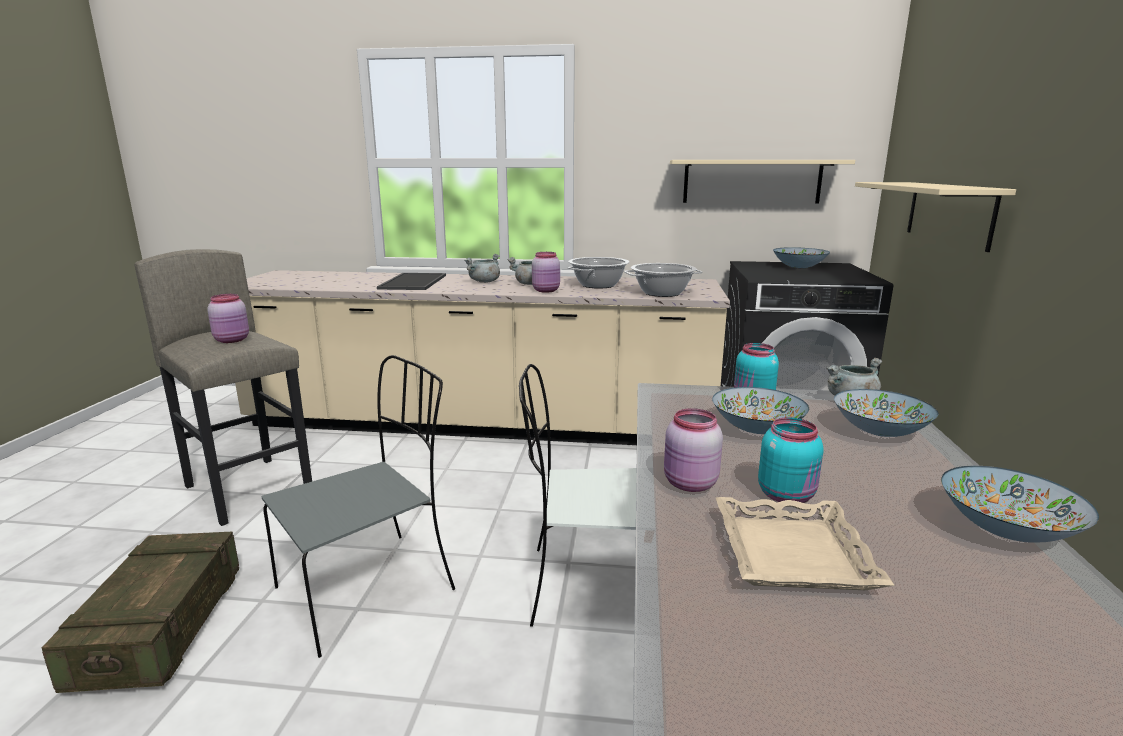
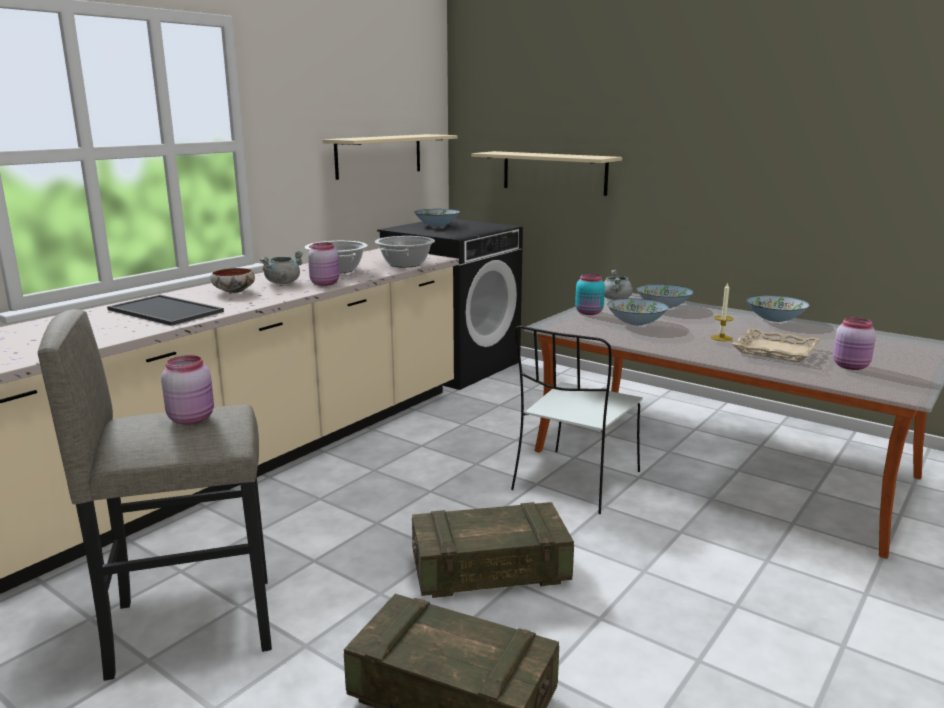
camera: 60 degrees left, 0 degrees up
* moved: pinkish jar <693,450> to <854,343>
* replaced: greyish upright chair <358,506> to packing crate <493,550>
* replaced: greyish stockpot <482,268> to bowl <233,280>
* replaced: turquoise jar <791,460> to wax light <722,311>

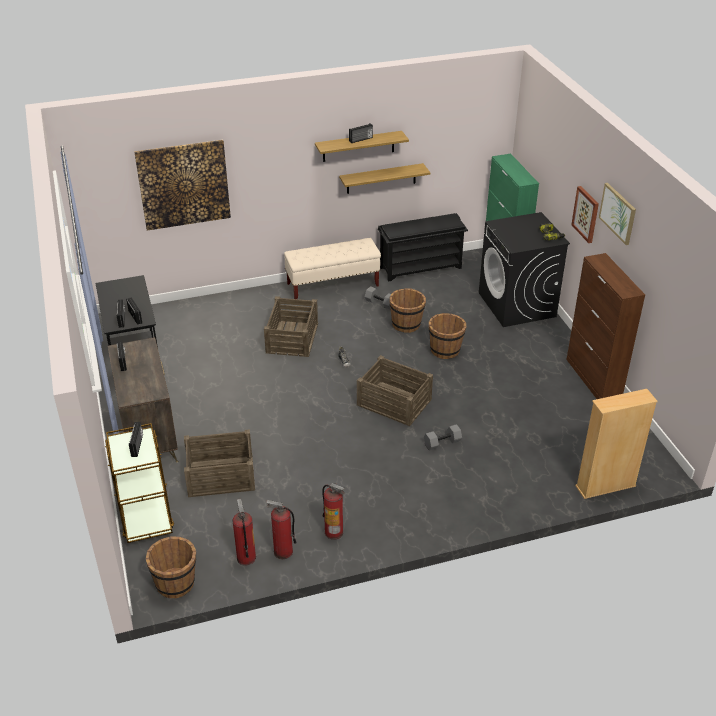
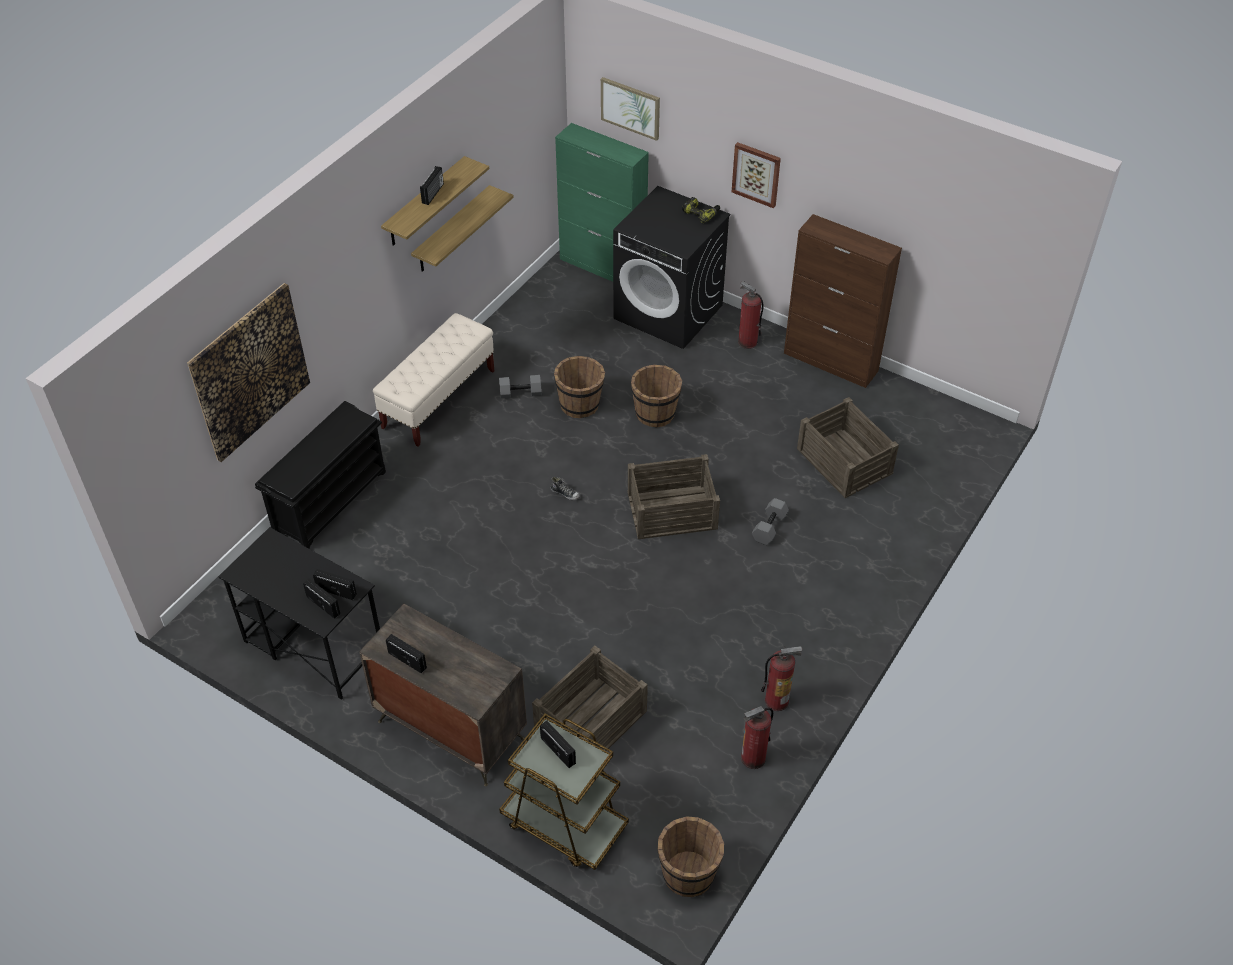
camera: 40 degrees left, 10 degrees up
* removed: beige-coloured bookcase <616,444>
* moved: fire extinguisher <244,532> to <751,315>
* moved: packing crate <291,326> to <848,447>
* moved: black-coloured shoe rack <423,247> to <320,475>
* moved: wall picture <617,214> to <630,109>

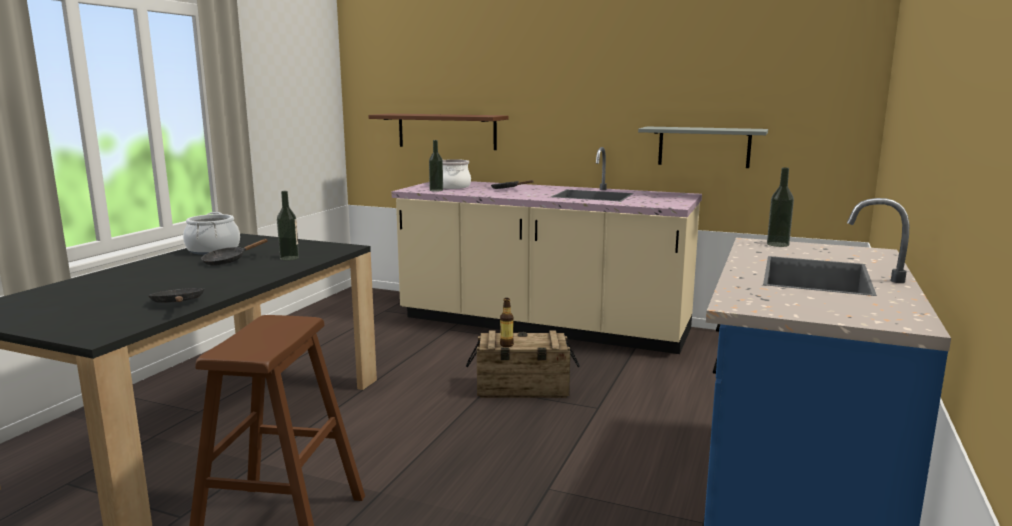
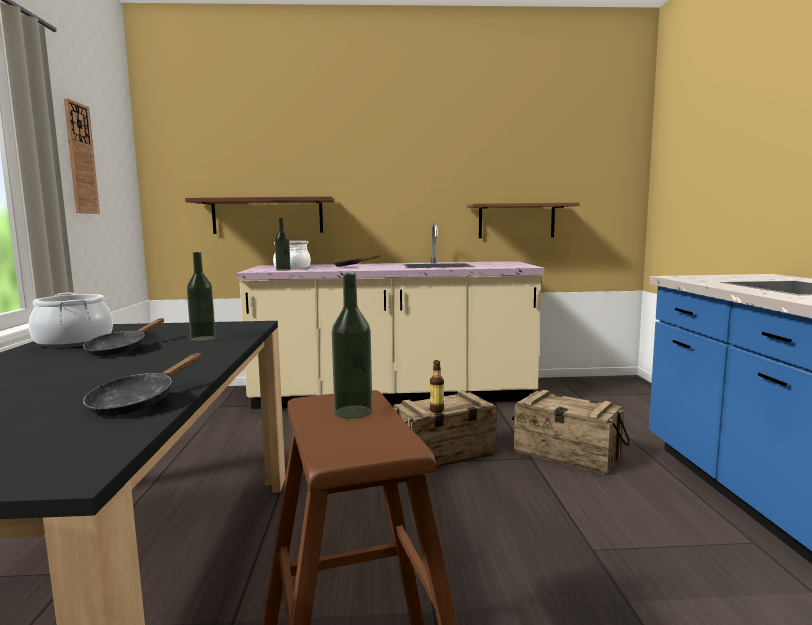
camera: 25 degrees left, 5 degrees down
* added: hanging clock <82,156>
* added: packing crate <571,432>
* moved: bottle <780,207> to <352,346>
* recoloured: greyish wall shelf <703,147> to brown wall shelf <523,220>
* turned: black-coloured pan <176,295> = <142,384> 105 degrees counterclockwise

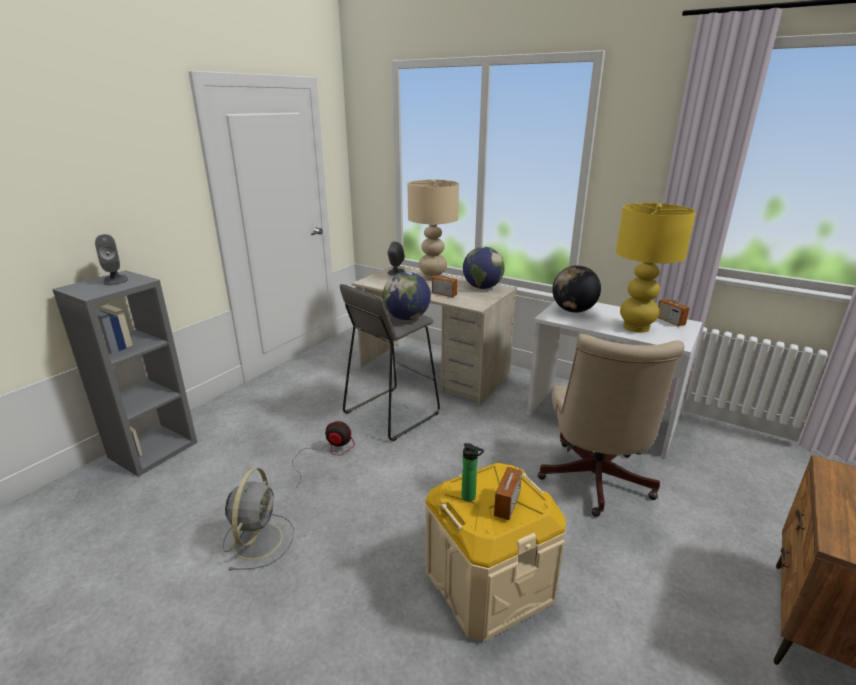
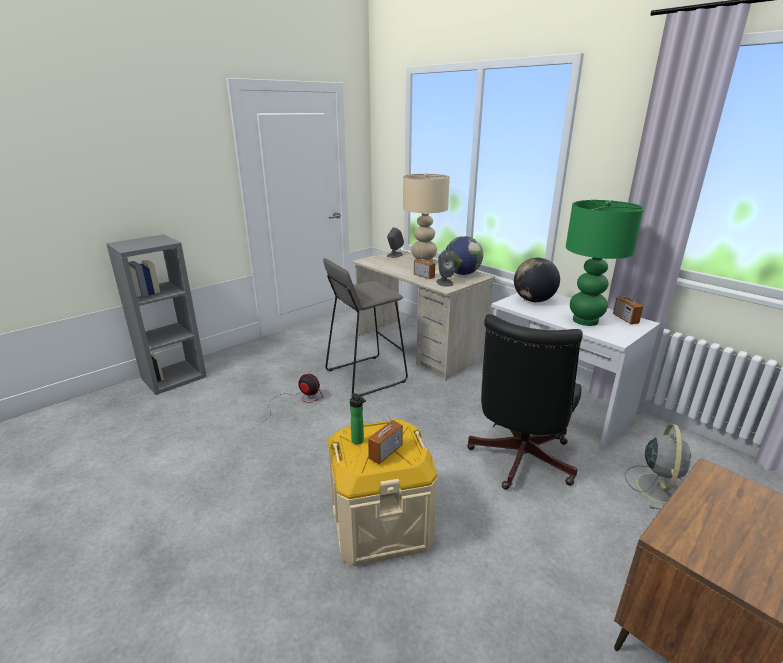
camera: 15 degrees right, 0 degrees up
* removed: globe <407,296>
* moved: greyish loudspeaker <111,259> to <445,268>
* moved: greyish cooling fan <258,519> to <658,467>
* recoloured: beige-coloured office chair <611,425> to black-coloured office chair <525,402>
* recoloured: yellow-coloured tabletop lamp <656,268> to green tabletop lamp <605,263>

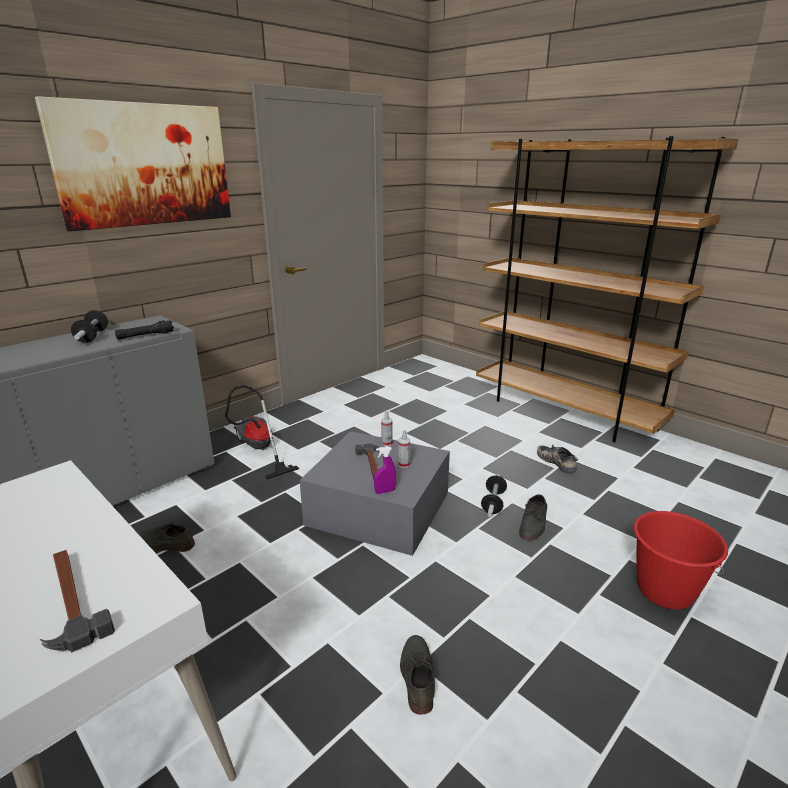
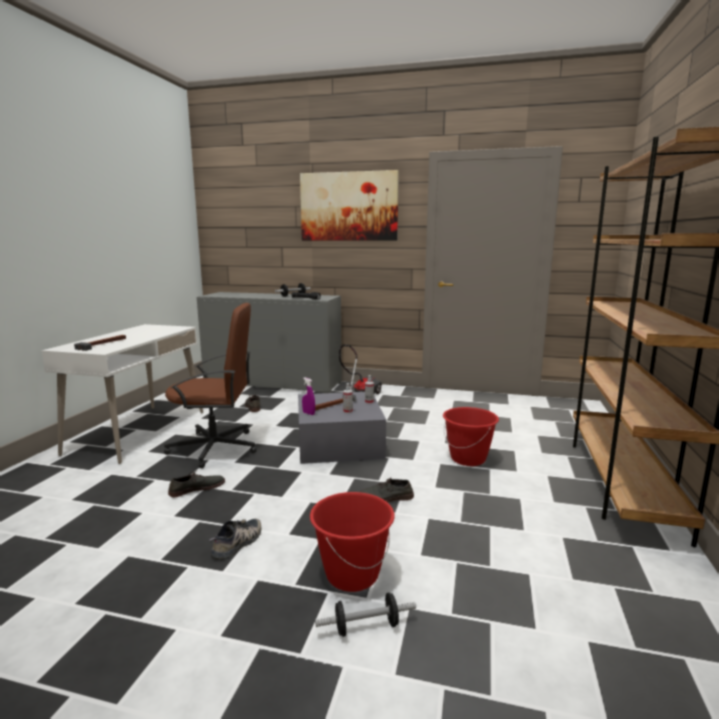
camera: 60 degrees right, 10 degrees down
* added: brown office chair <210,385>
* added: reddish pail <471,436>
* moved: free weight <494,495> to <365,614>
* moved: shoe <557,459> to <235,539>

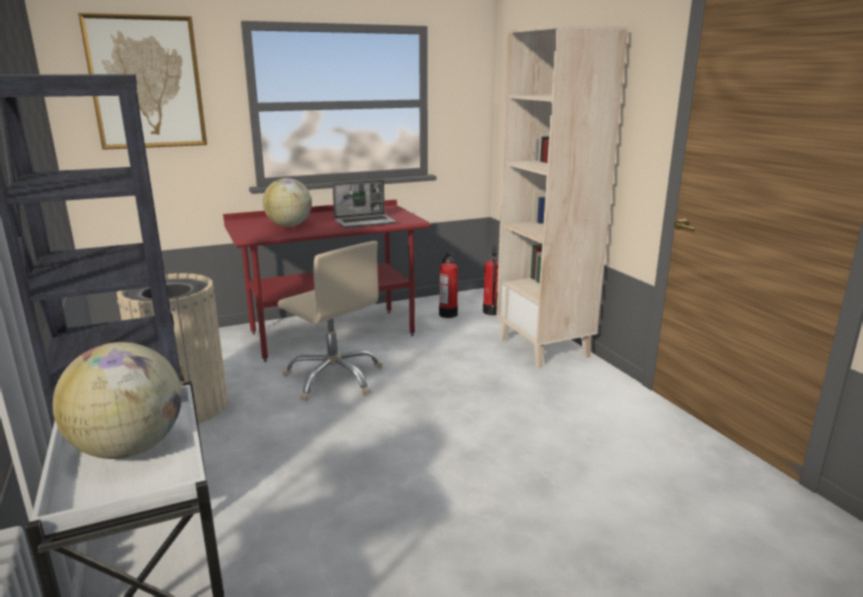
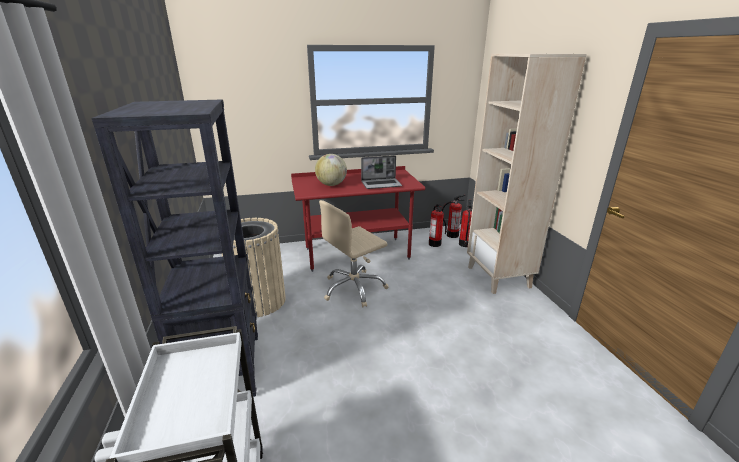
camera: 10 degrees right, 5 degrees up
* removed: globe <117,400>
* removed: wall picture <142,81>
* added: fire extinguisher <453,216>
* turned: beige-coloured office chair <330,321> = <353,253> 90 degrees clockwise

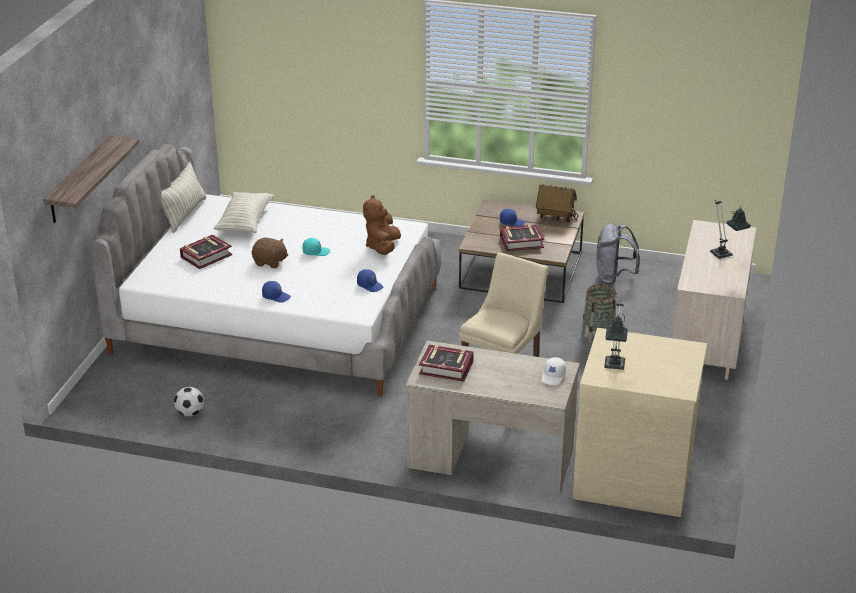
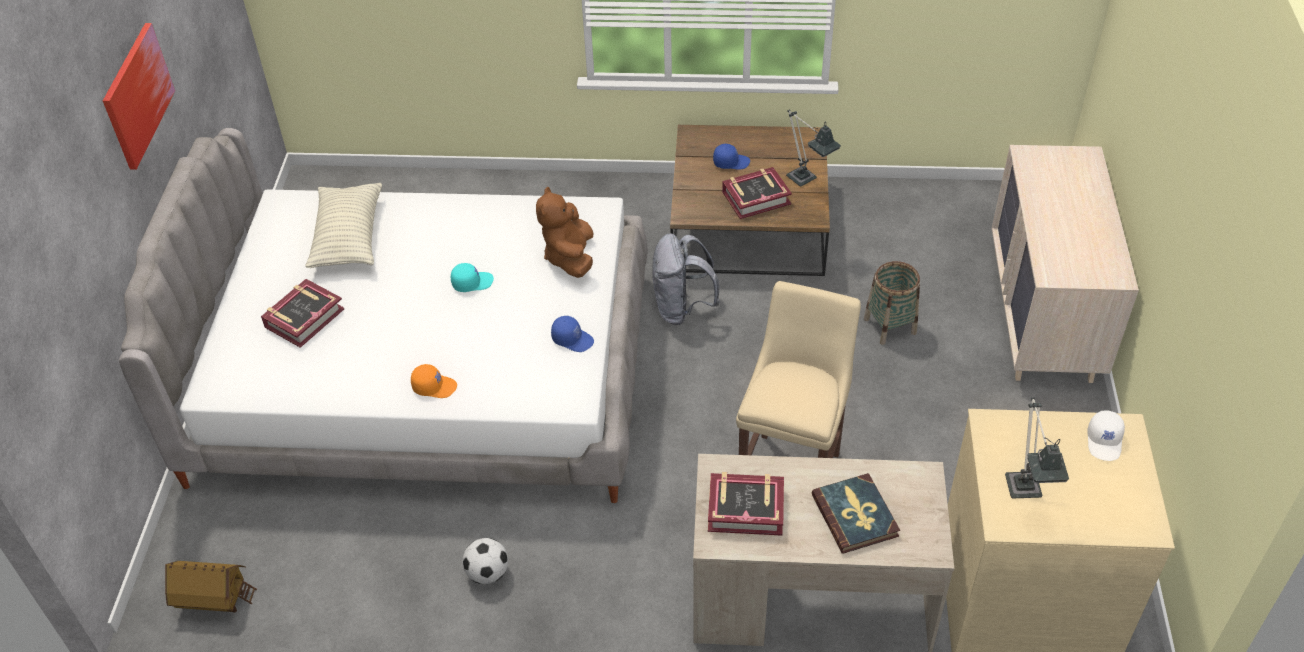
camera: 10 degrees left, 15 degrees up
* removed: wall shelf <91,179>
* removed: pillow <183,197>
* removed: brown soft toy <270,253>
* added: wall picture <139,96>
* added: bound book <856,513>
* moved: ball for football <189,401> to <485,561>
* moved: model house <557,203> to <211,587>
* moved: whitish baseball cap <554,371> to <1106,435>
* moved: greyish knapsack <618,254> to <686,279>
* moved: tabletop lamp <730,229> to <813,148>
* recoloured: bluish baseball cap <276,292> to orange-coloured baseball cap <434,381>

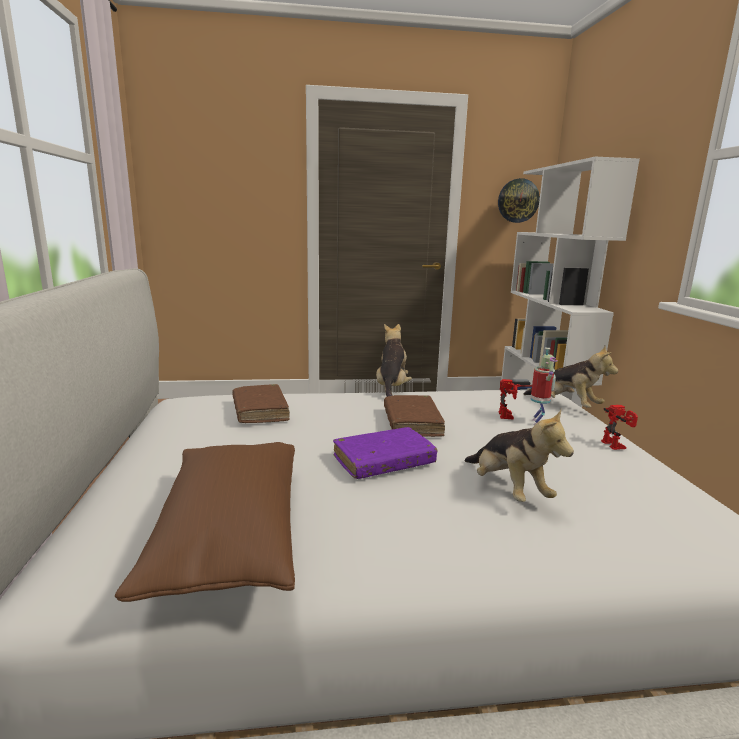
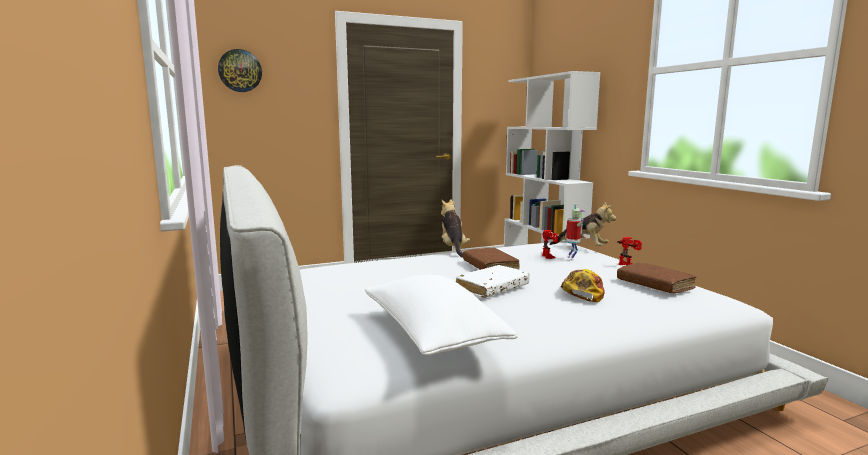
camera: 15 degrees left, 5 degrees down
* moved: brown bound book <261,403> to <656,277>
* moved: hanging clock <519,200> to <240,70>
* replaced: soft toy <519,455> to baseball cap <583,285>
* recoloured: brown pillow <205,522> to whitish pillow <441,315>
* recoloured: purple bound book <385,453> to whitish bound book <492,281>

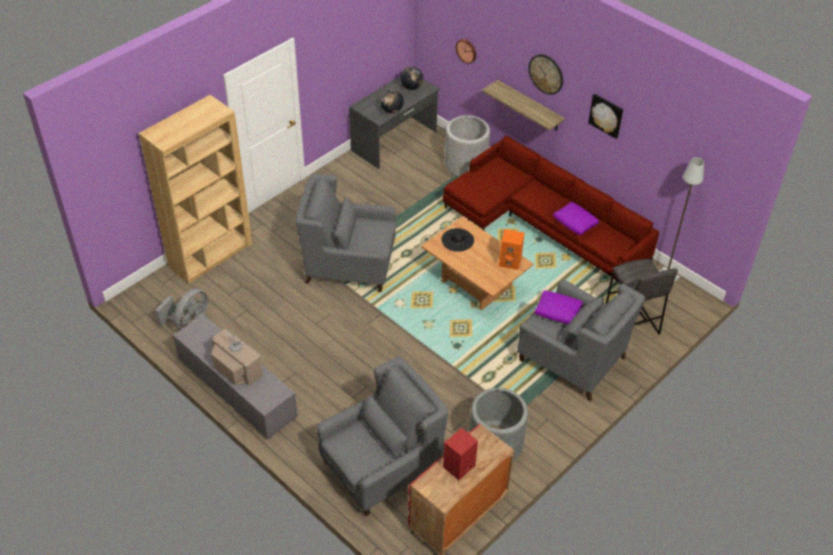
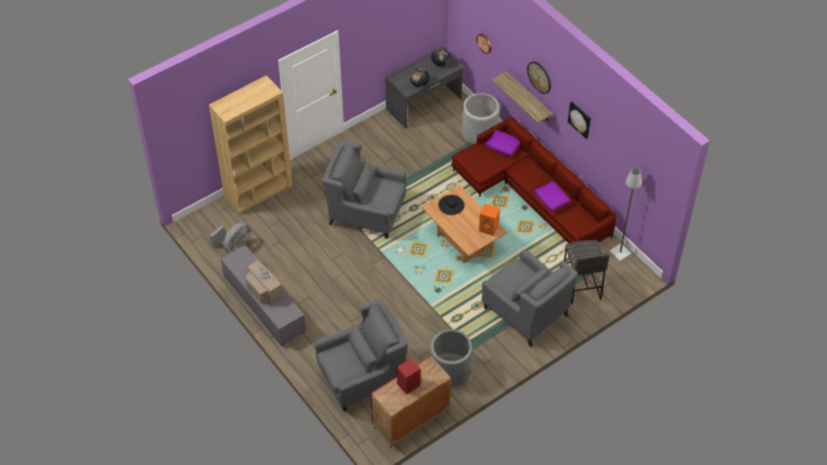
camera: 10 degrees right, 5 degrees up
* moved: purple pillow <558,307> to <502,143>

